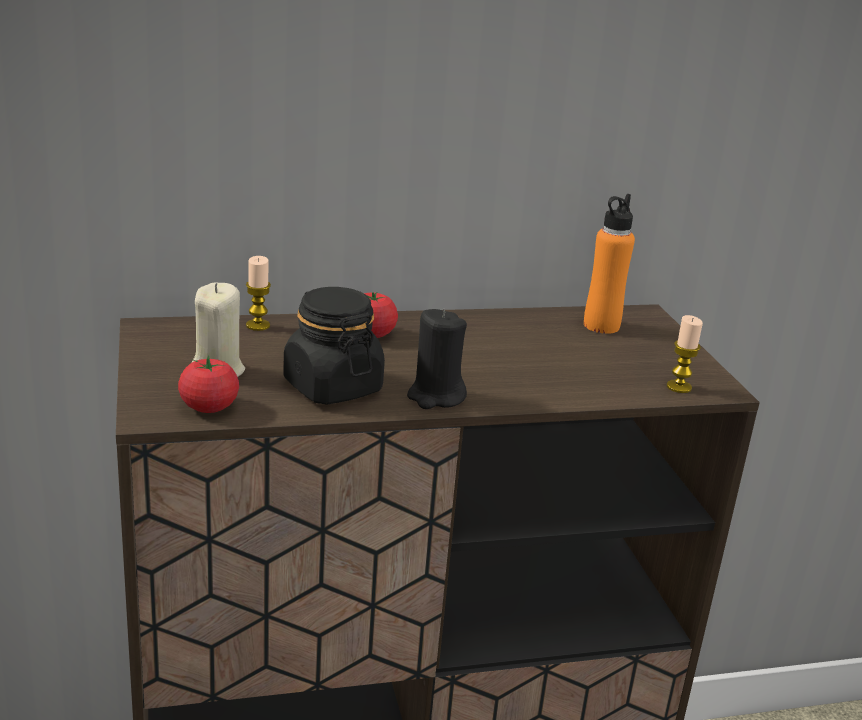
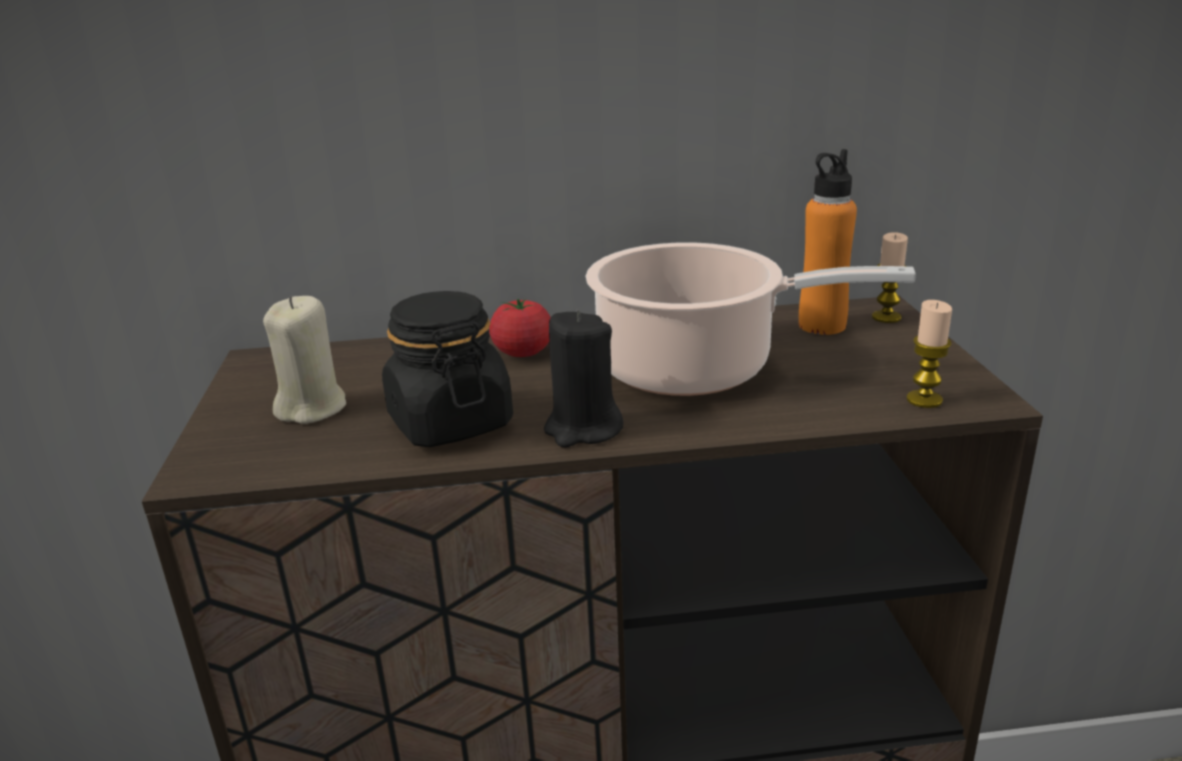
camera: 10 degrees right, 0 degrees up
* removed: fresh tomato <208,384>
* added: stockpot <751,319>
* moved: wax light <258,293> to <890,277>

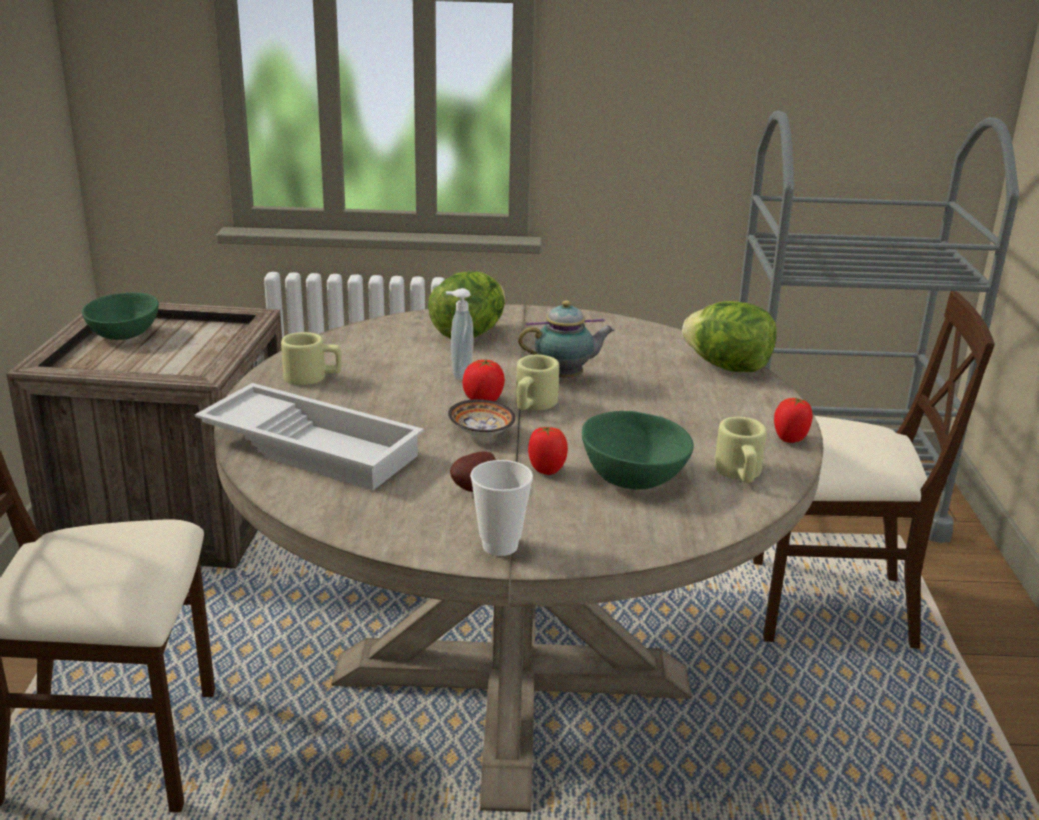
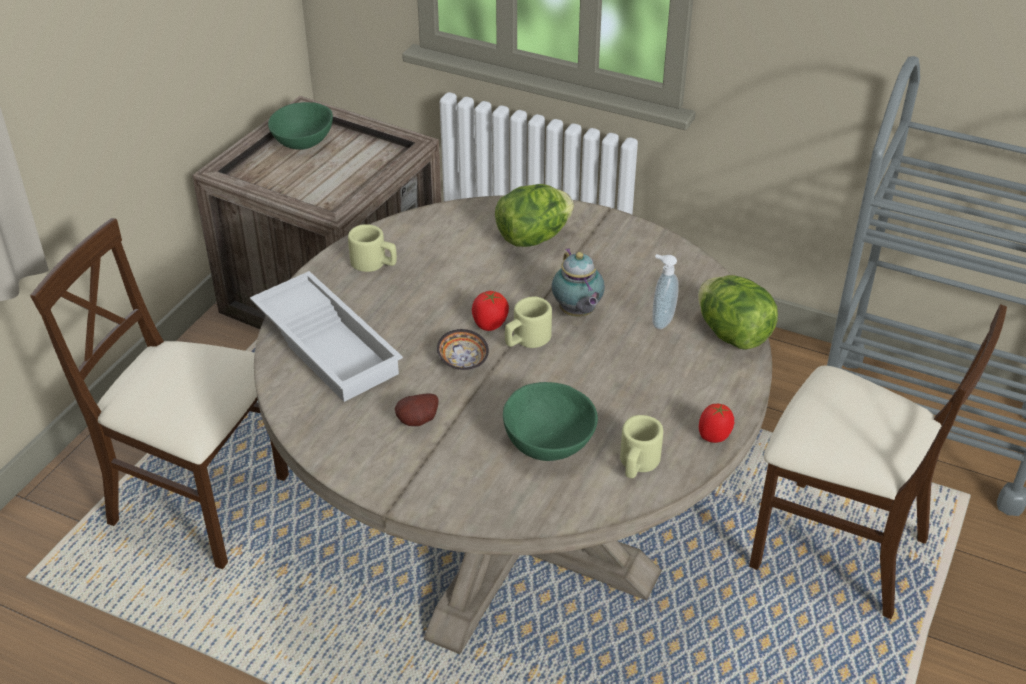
camera: 25 degrees right, 15 degrees up
* removed: cup <501,508>
* removed: fresh tomato <548,450>
* moved: soap bottle <459,334> to <665,291>
* turned: pot for tea <566,339> = <578,282> 60 degrees clockwise

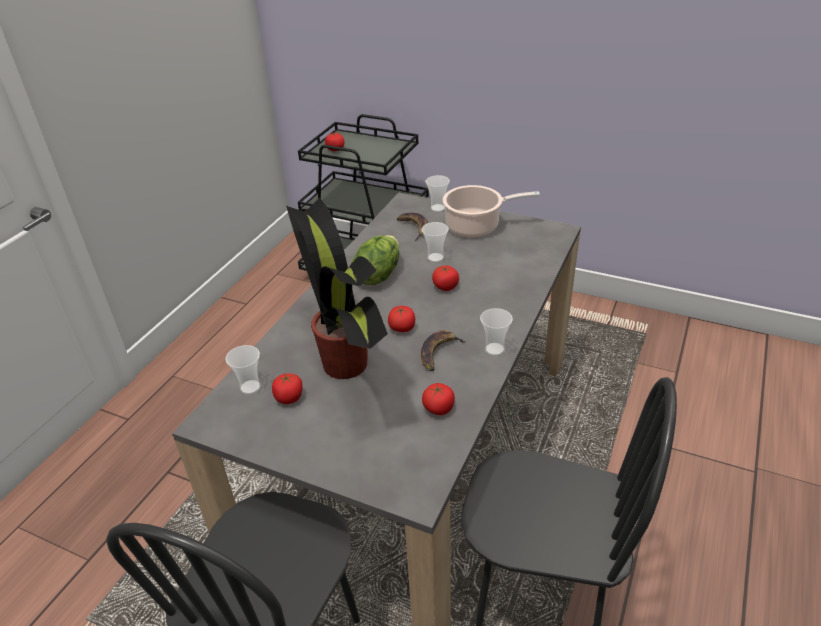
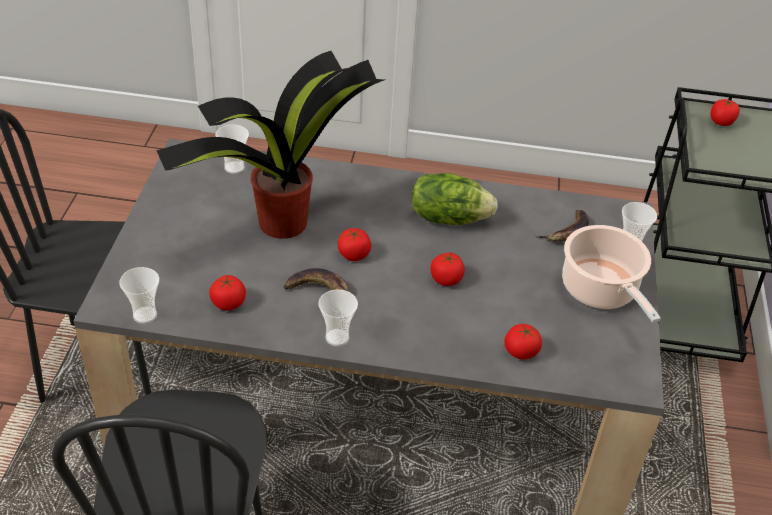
camera: 70 degrees right, 5 degrees up
* moved: fresh tomato <287,388> to <523,342>
* moved: cup <435,242> to <139,295>

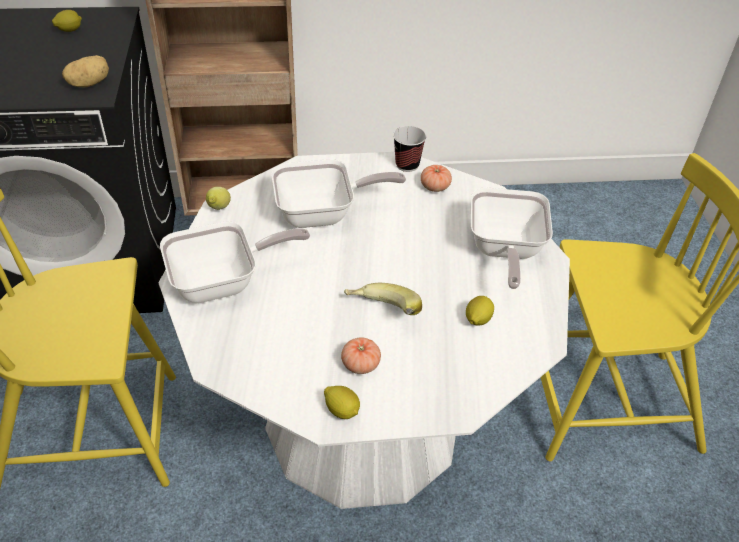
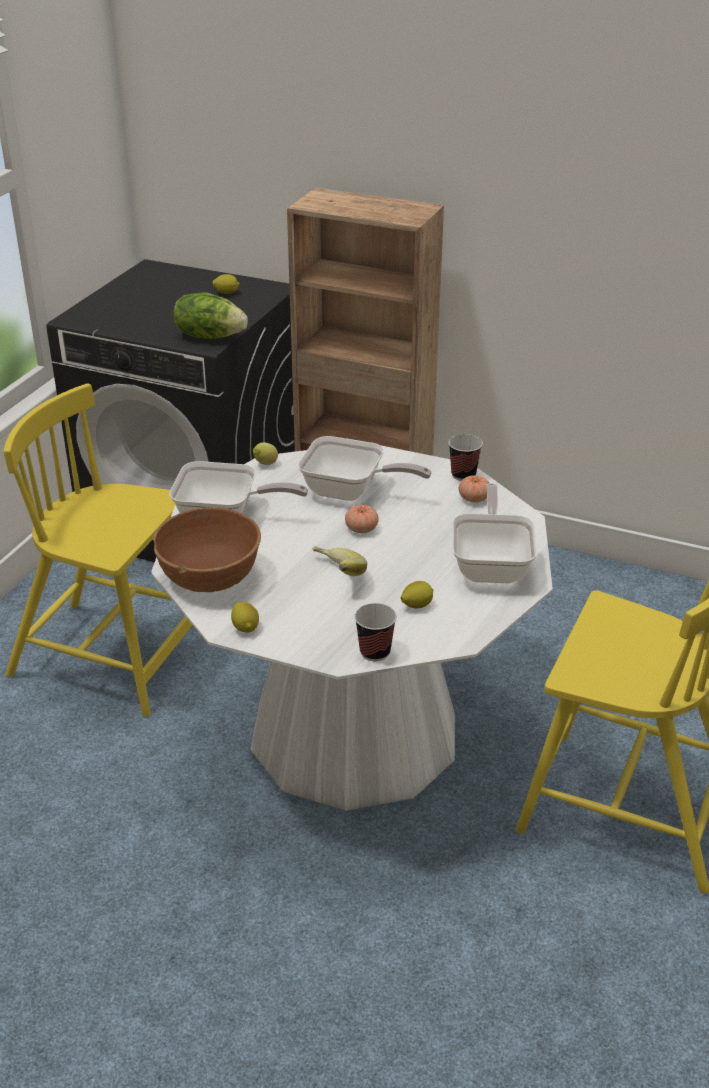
camera: 30 degrees right, 10 degrees down
* added: brown bowl <207,549>
* added: cup <375,632>
* moved: fresh tomato <361,355> to <362,519>
* replaced: whole potato <85,71> to lettuce <210,315>
* turned: pan <512,238> = <494,533> 150 degrees clockwise

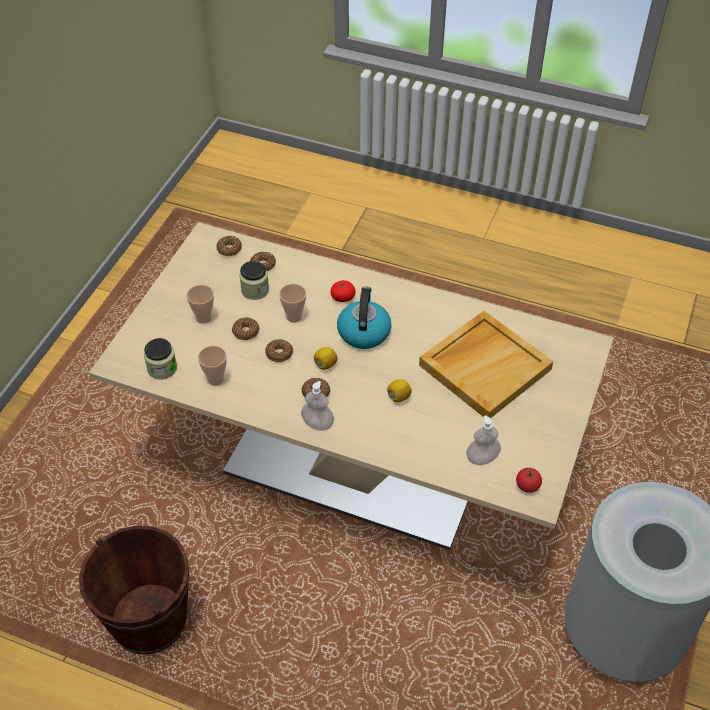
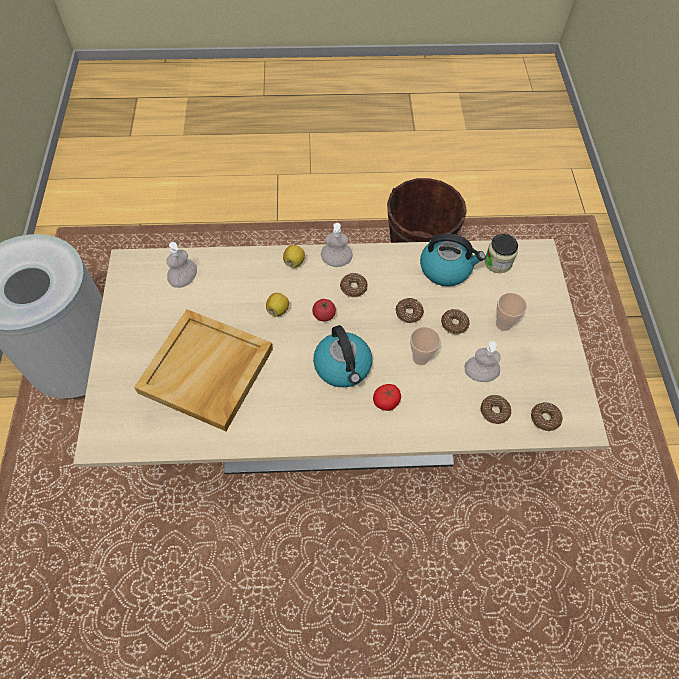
camera: 155 degrees right, 10 degrees up
* moved: citrus fruit <325,358> to <294,256>
* moved: fresh tomato <529,480> to <324,310>
* replaced: cup <212,366> to kettle <452,259>
* replaced: jar <254,280> to soap bottle <482,361>

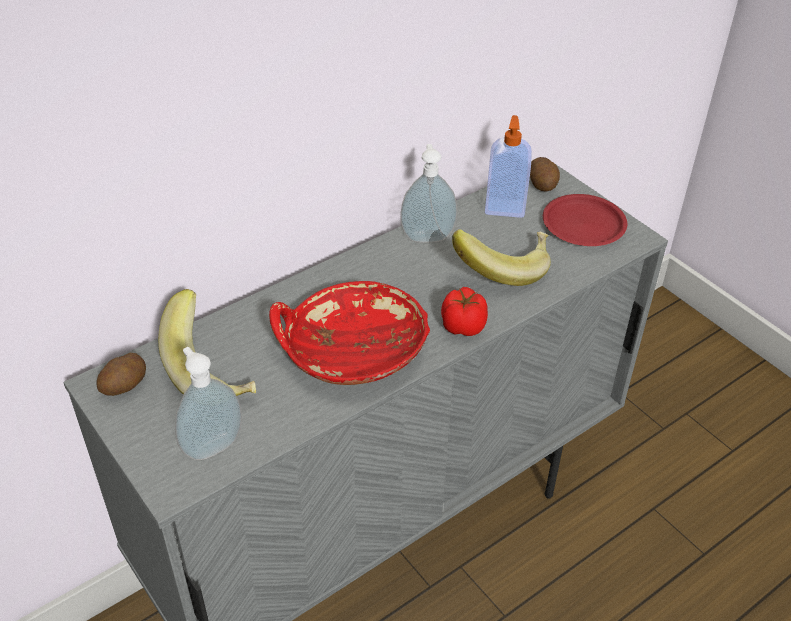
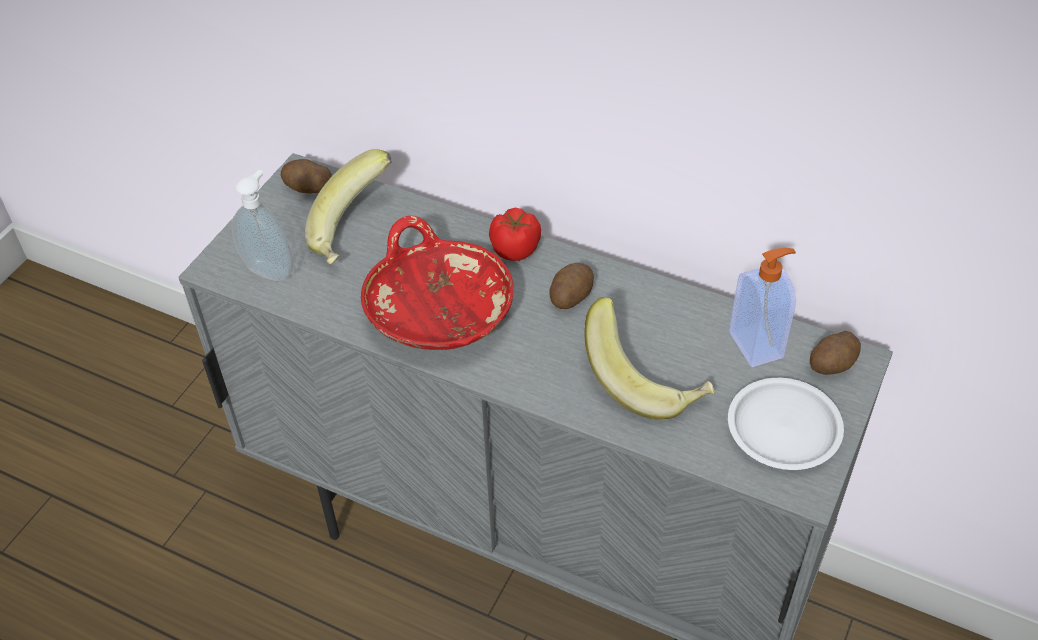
camera: 65 degrees right, 5 degrees up
* removed: soap bottle <428,193>
* added: whole potato <571,286>
* moved: fresh tomato <464,311> to <515,234>
* recoloured: reddish plate <585,220> to whitish plate <786,424>

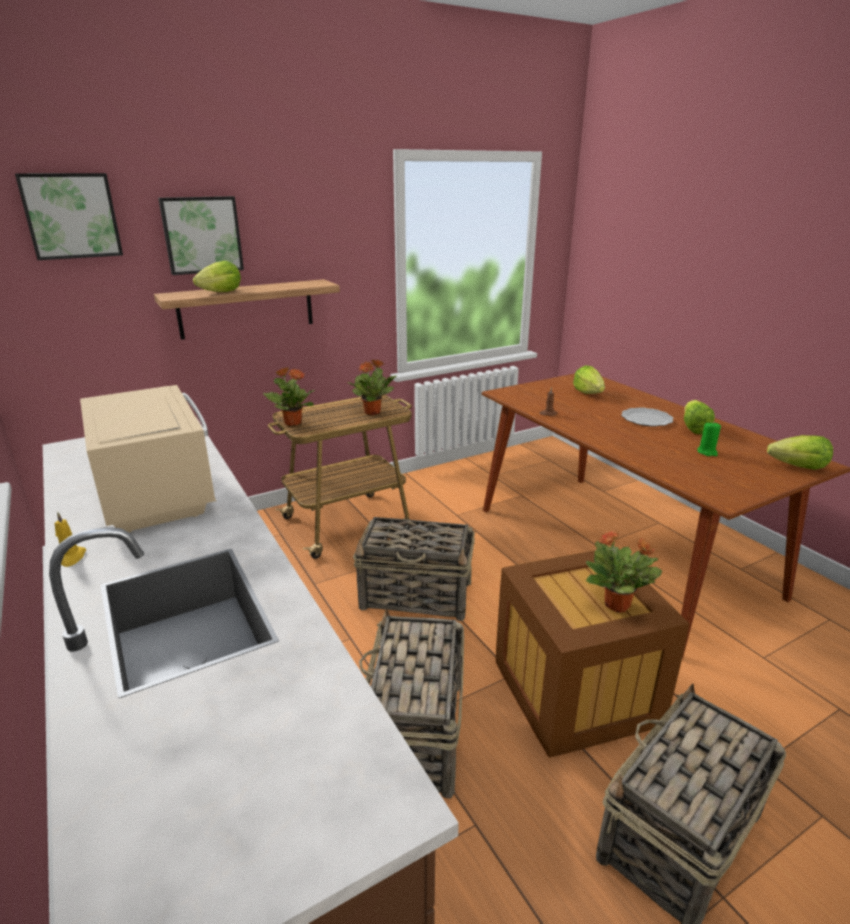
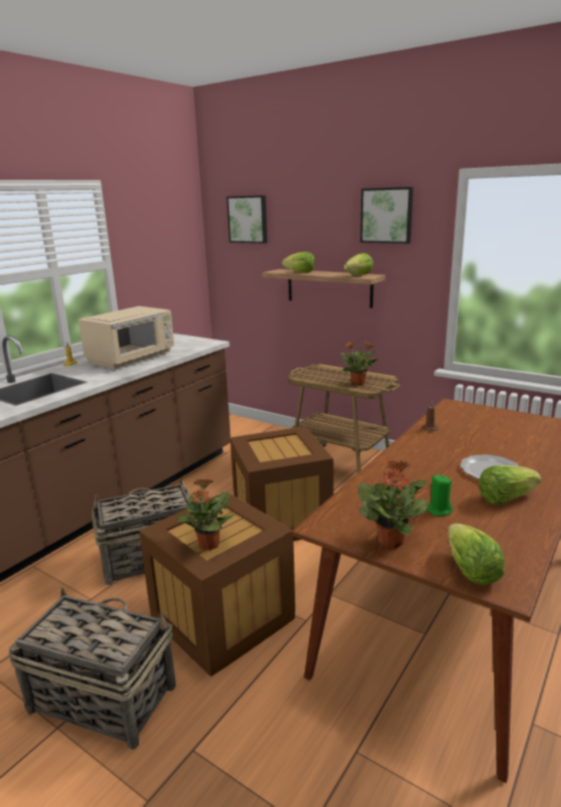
camera: 65 degrees right, 5 degrees down
* moved: wall picture <201,235> to <386,215>
* moved: plant in a pot <289,396> to <393,504>
* moved: lettuce <589,379> to <359,264>
* replaced: household basket <414,569> to packing crate <282,484>

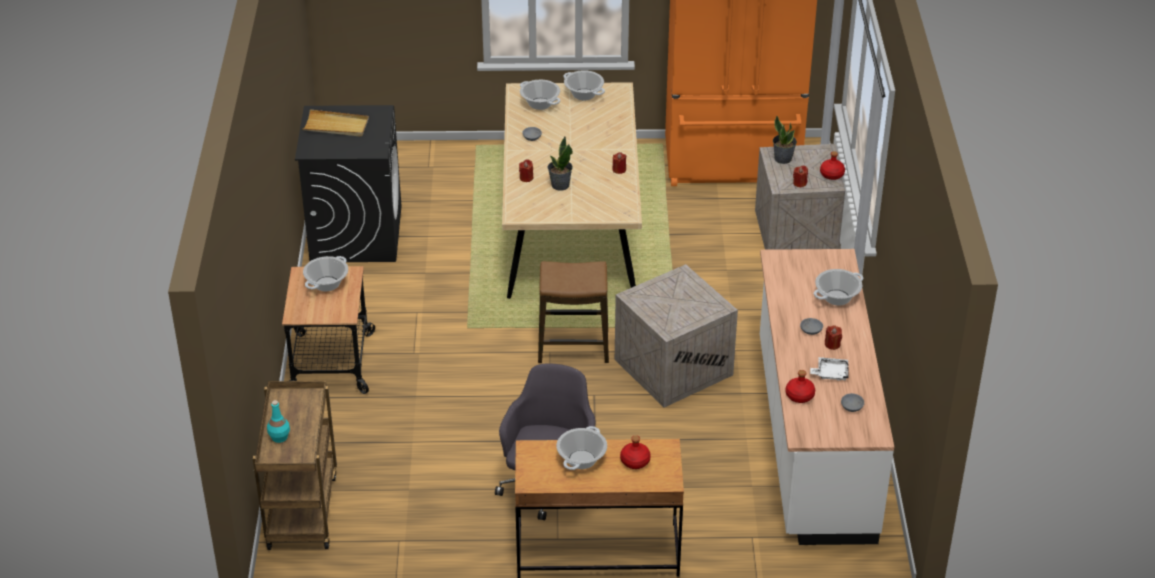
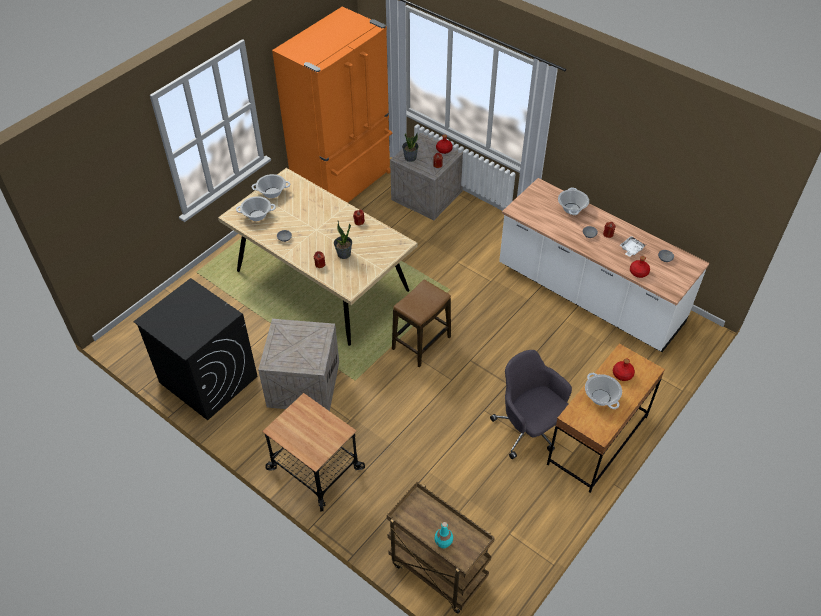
camera: 50 degrees left, 10 degrees up
* removed: beige-coloured serving tray <335,123>
* removed: stockpot <325,273>
* moved: packing crate <676,336> to <298,365>

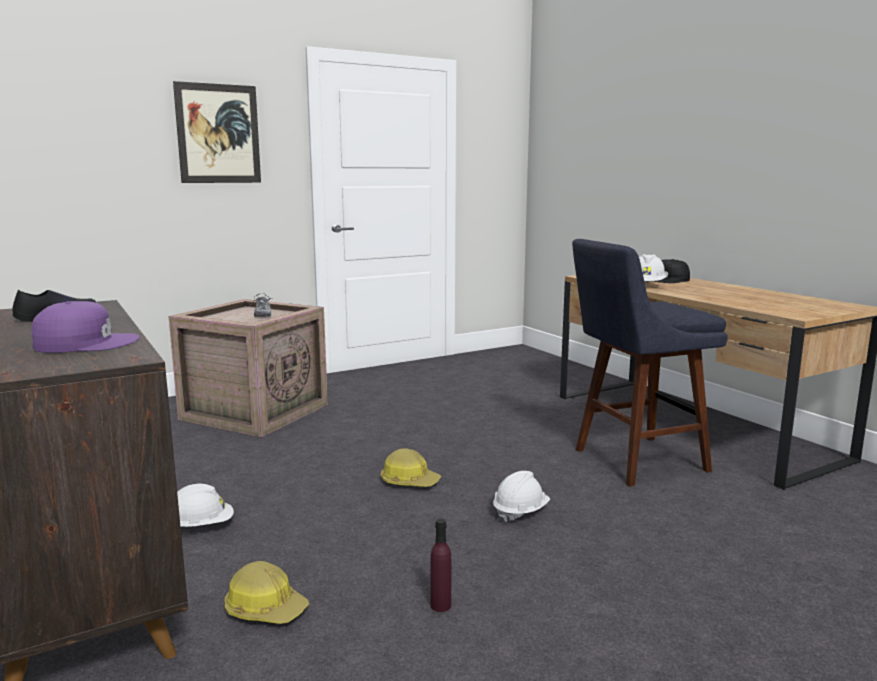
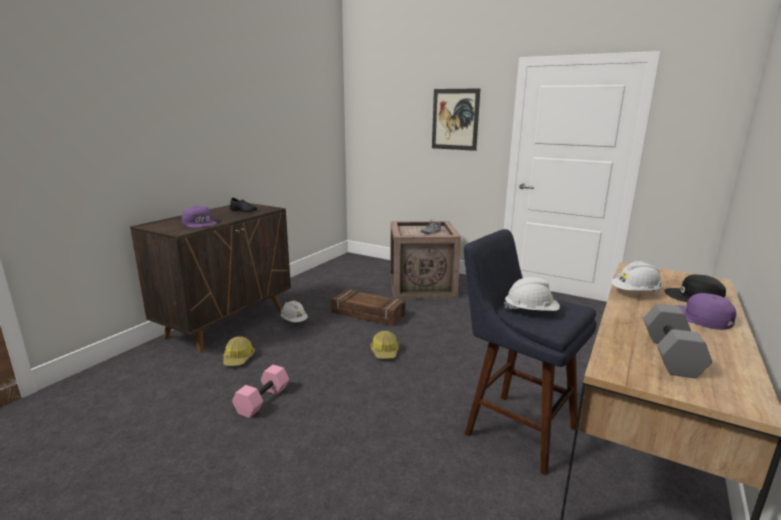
camera: 60 degrees right, 5 degrees up
* added: packing crate <368,307>
* added: greyish free weight <677,341>
* added: purple baseball cap <705,311>
* moved: whitish safety helmet <521,497> to <532,294>
* replaced: purple bottle <440,565> to pinkish free weight <260,391>

